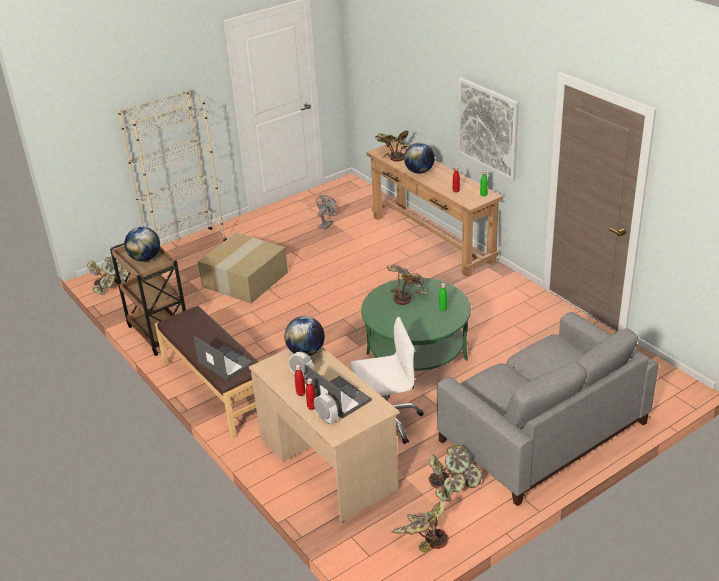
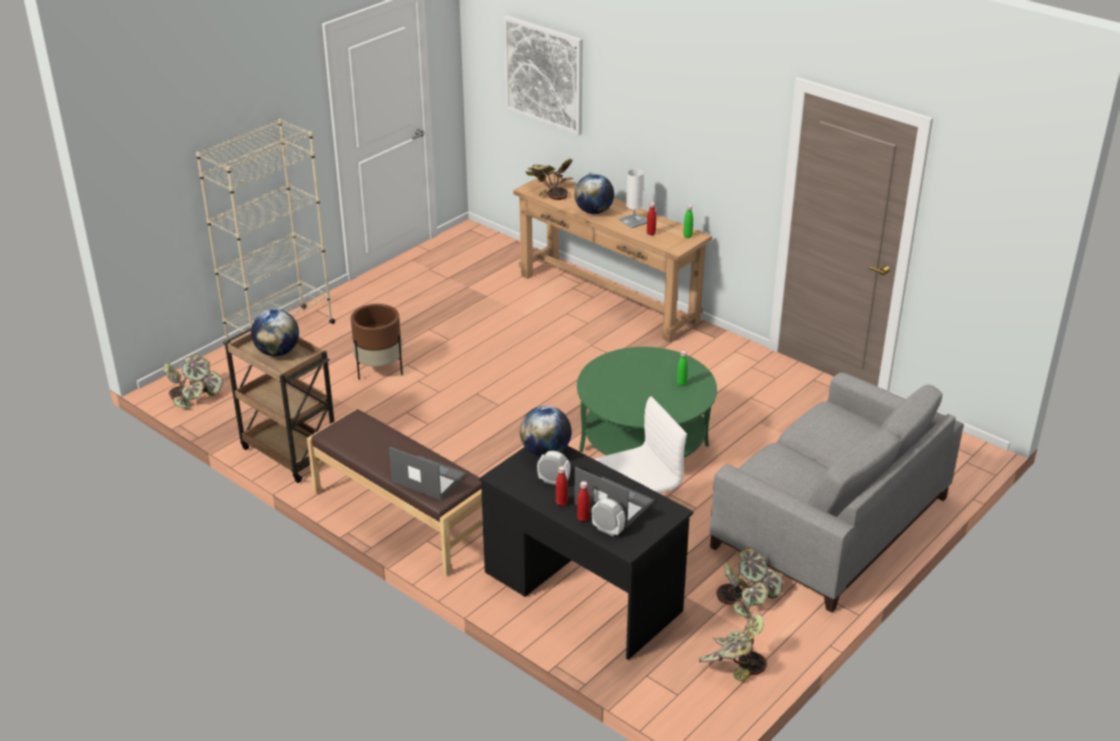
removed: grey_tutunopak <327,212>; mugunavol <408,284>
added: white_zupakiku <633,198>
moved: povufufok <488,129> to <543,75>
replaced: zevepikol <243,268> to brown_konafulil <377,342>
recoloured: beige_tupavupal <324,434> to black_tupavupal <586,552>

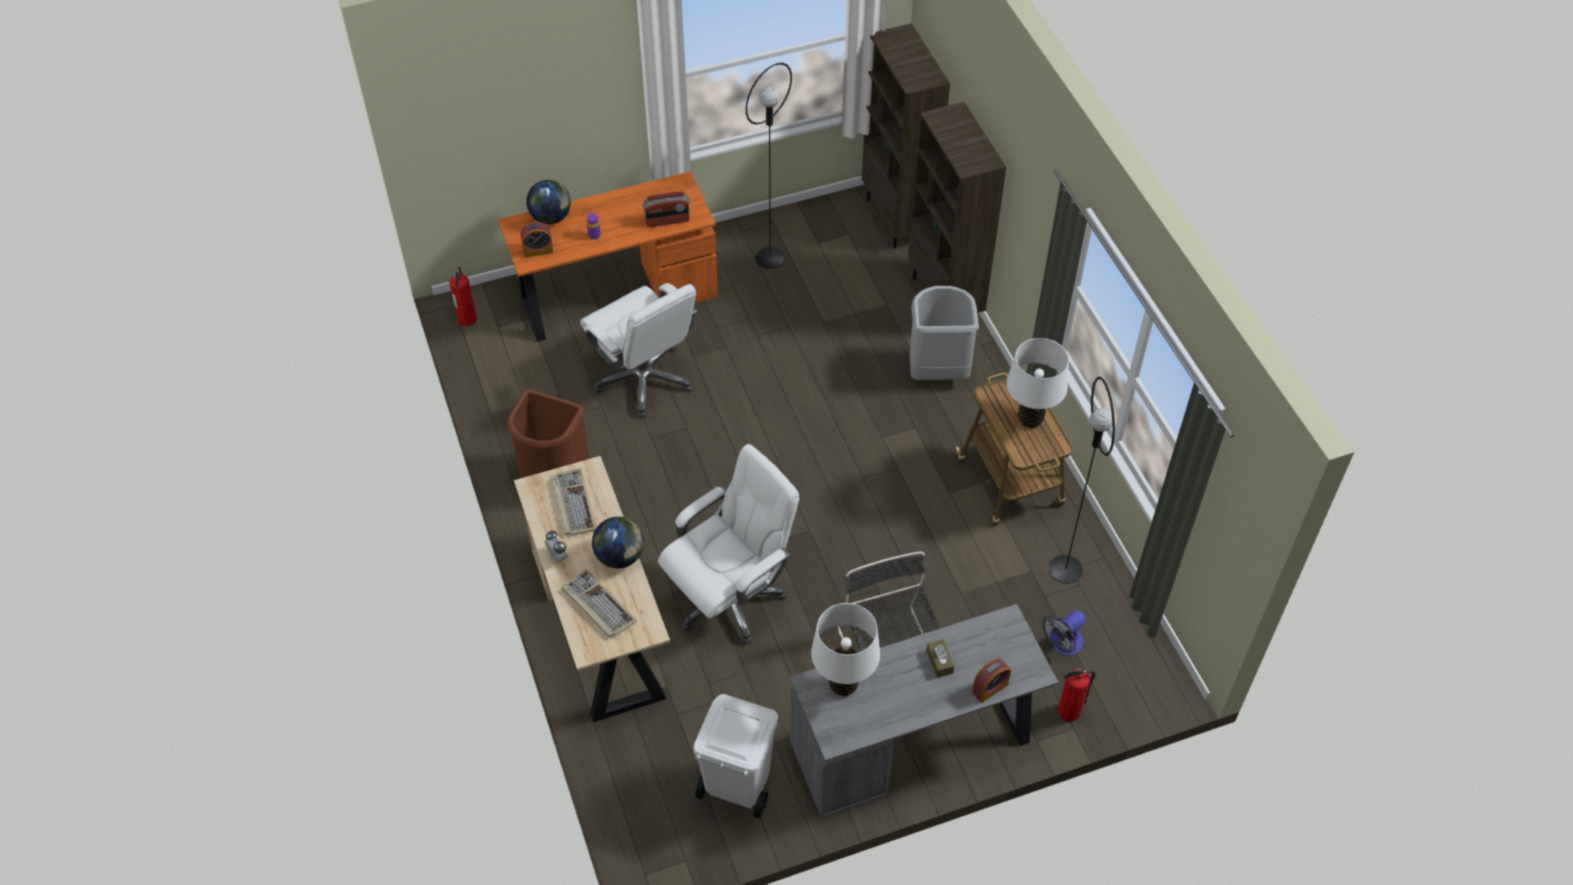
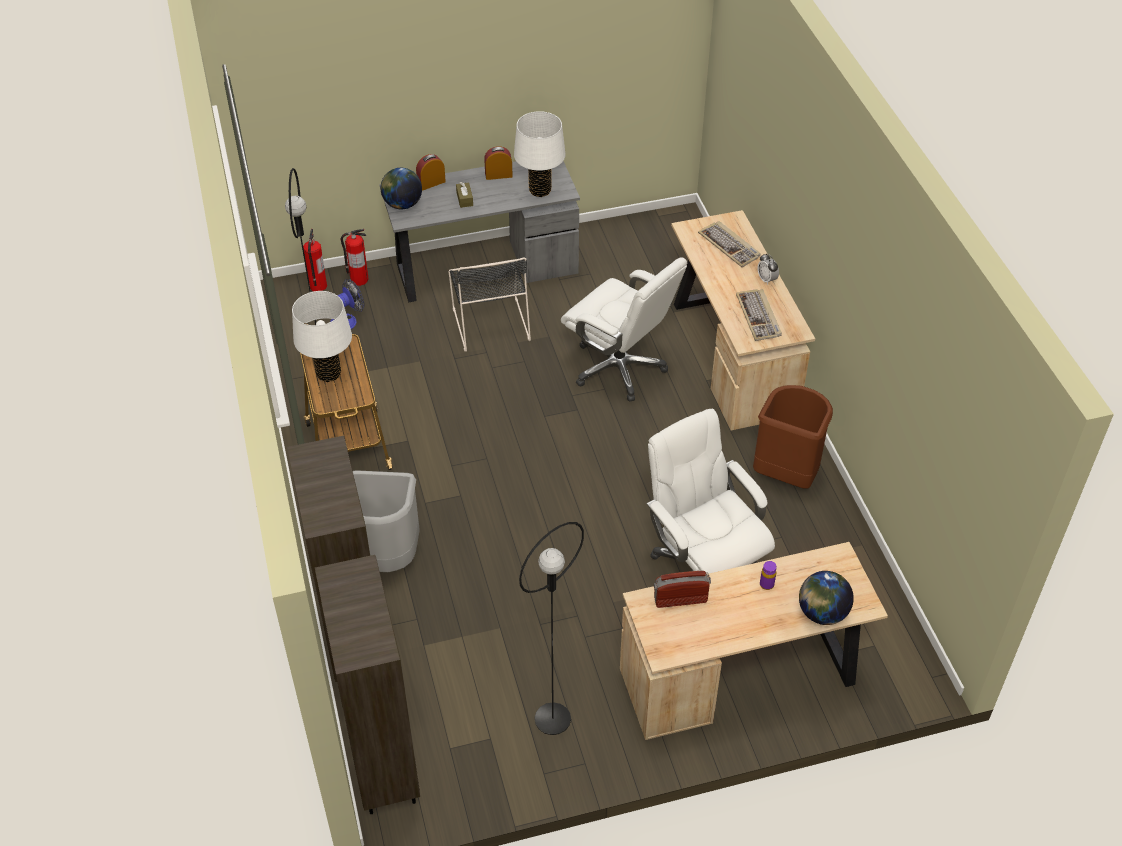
removed: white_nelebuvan <735,756>
moved: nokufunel <537,240> to <498,163>; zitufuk <463,297> to <315,260>; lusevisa <618,542> to <401,188>
recoloured: orange_tupavupal <608,256> to beige_tupavupal <754,641>
turned: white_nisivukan <728,544> = <624,329> 105 degrees counterclockwise

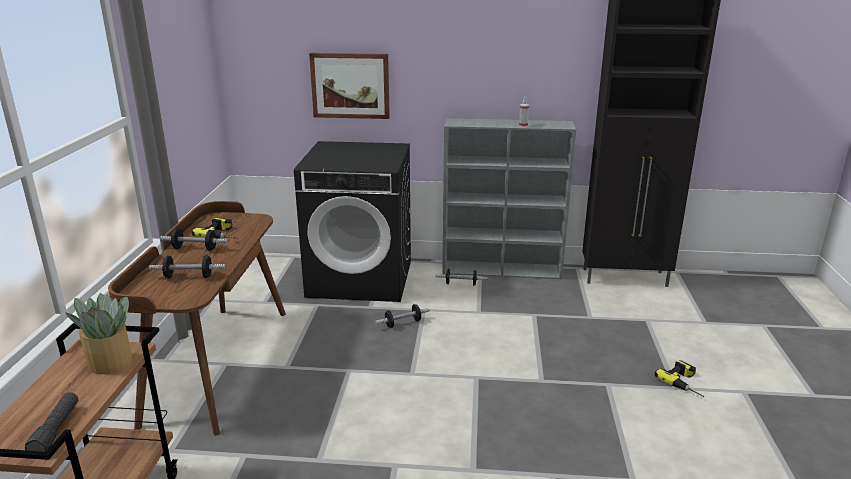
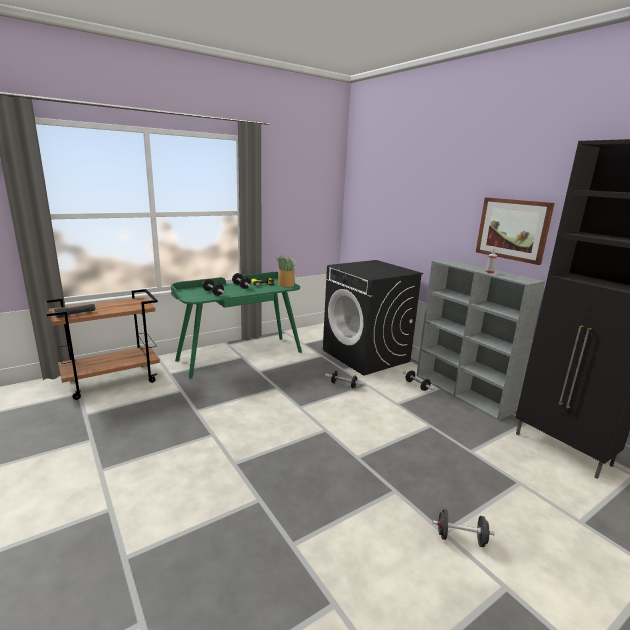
moved: povufufok <349,86> to <515,231>; mugunavol <99,333> to <286,271>
replaced: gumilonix <679,378> to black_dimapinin <463,528>
recoloured: brown_tupavupal <197,318> to green_tupavupal <236,325>

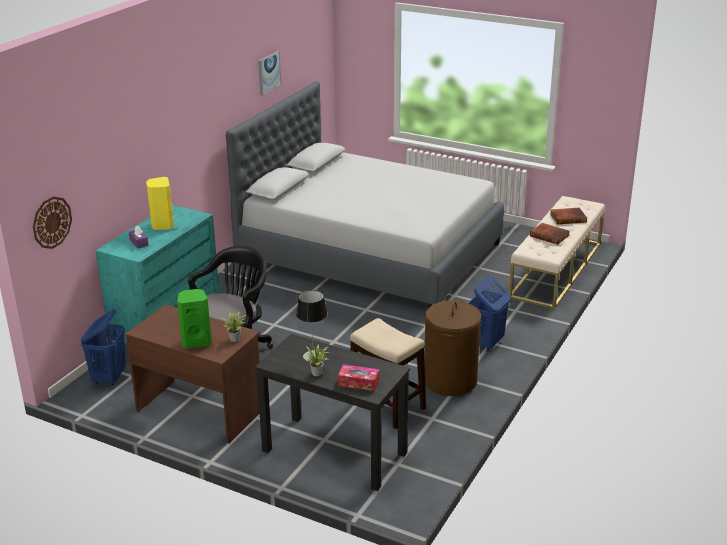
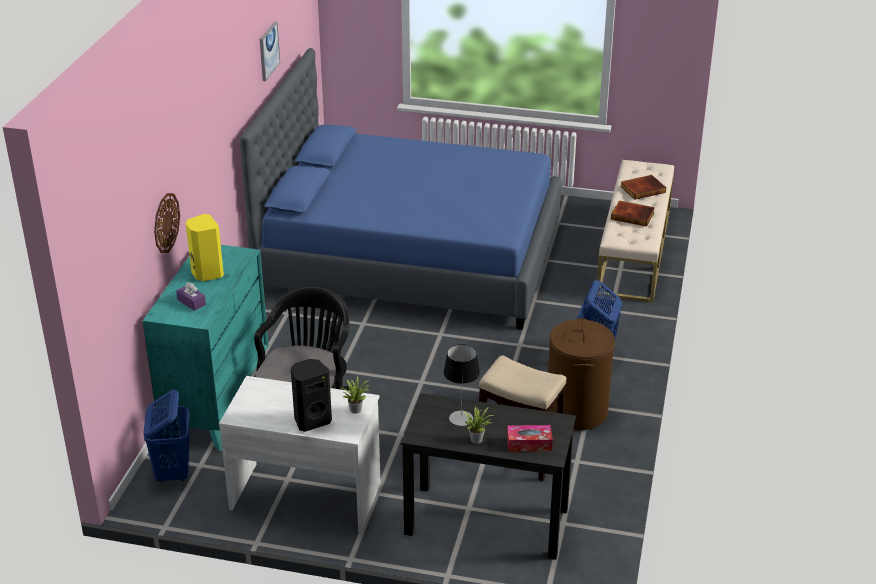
moved: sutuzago <52,222> to <167,223>
recoloured: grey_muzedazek <365,194> to blue_muzedazek <400,189>; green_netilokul <194,319> to black_netilokul <311,395>; brown_tupavupal <192,373> to white_tupavupal <300,454>

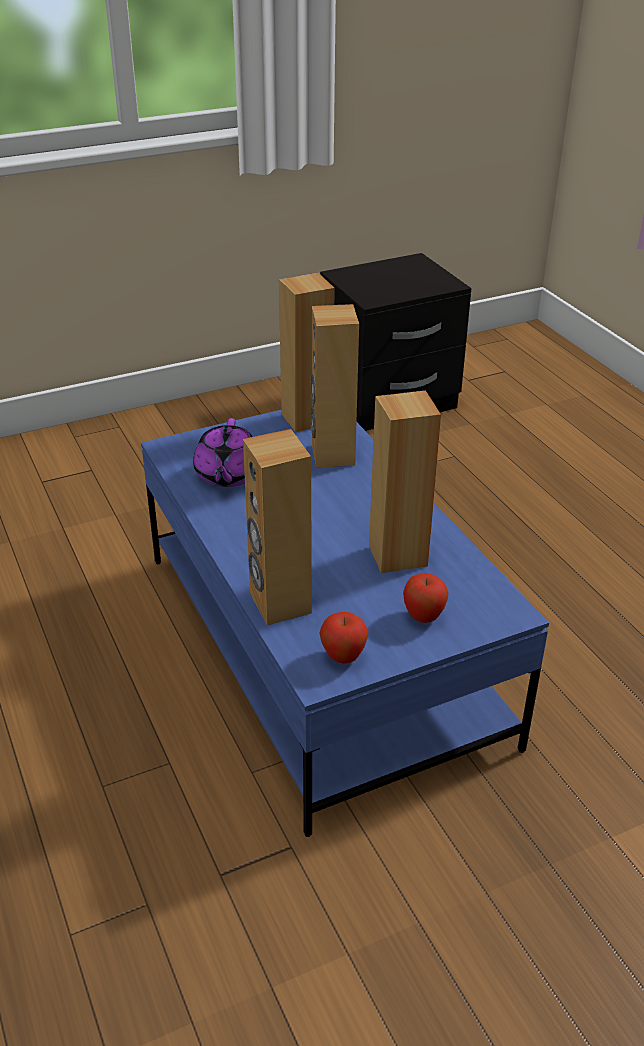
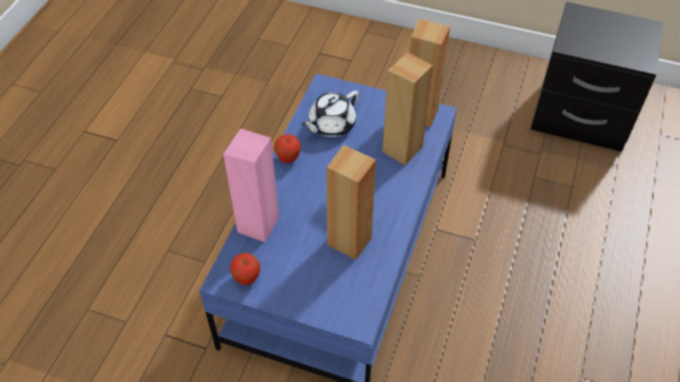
moved: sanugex <426,598> to <287,148>
recoloured: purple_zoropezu <223,452> to white_zoropezu <330,114>; brown_netilokul <277,527> to pink_netilokul <251,185>

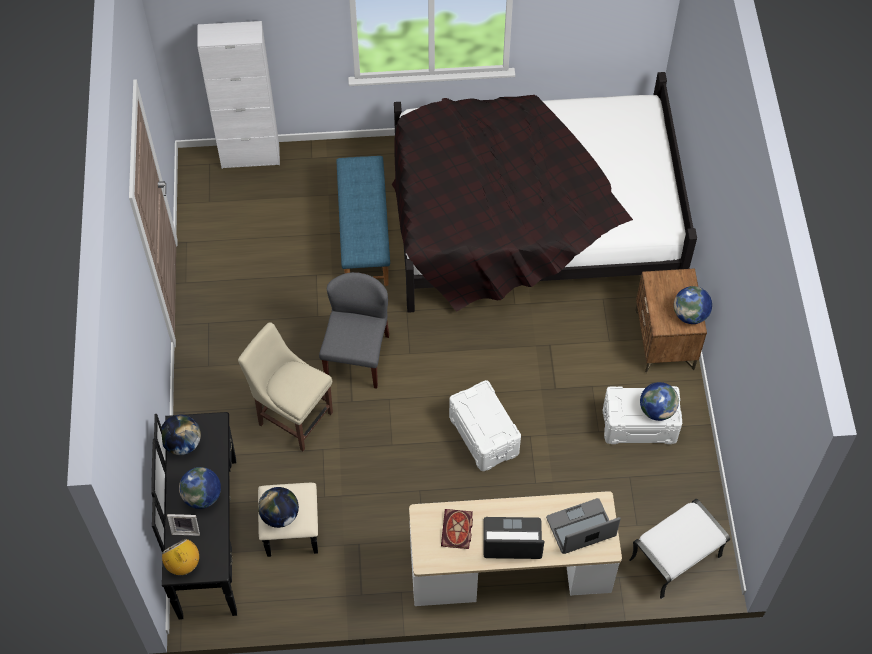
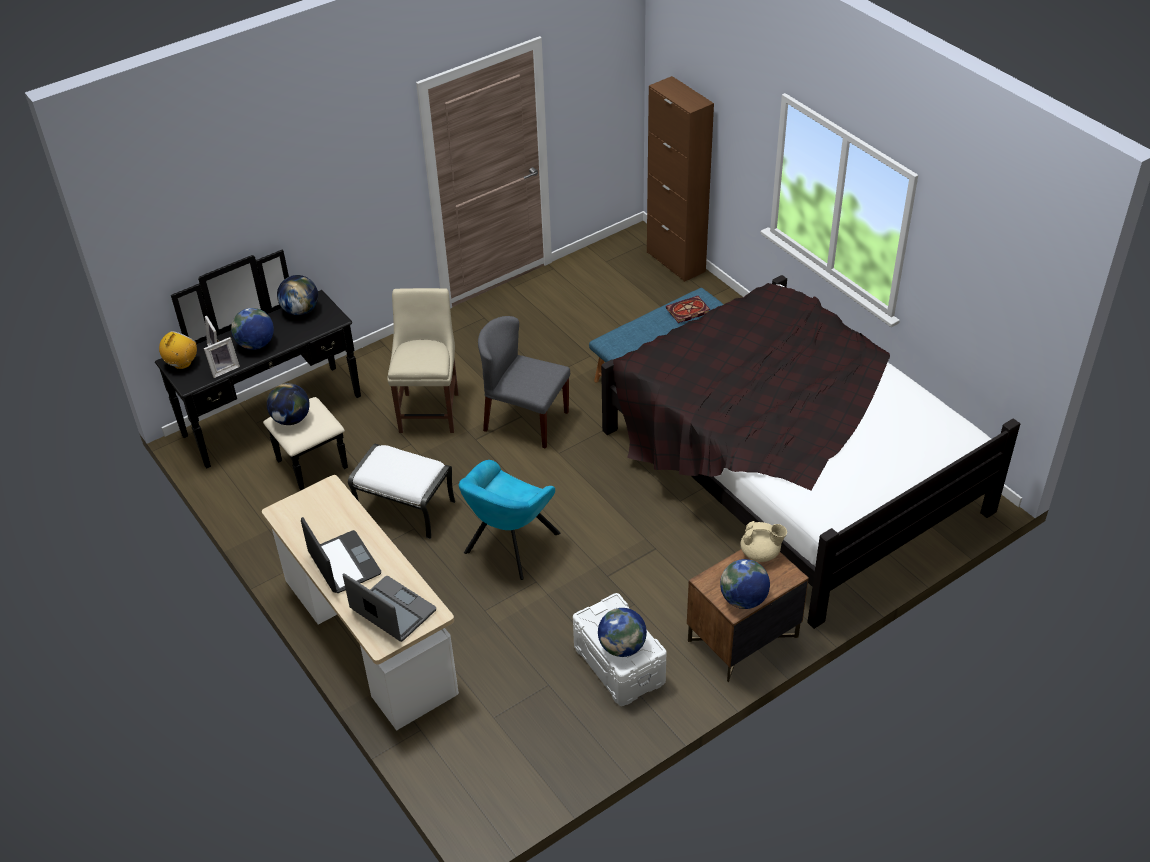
added: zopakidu <222,357>; beige_zoropezu <764,541>
moved: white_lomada <679,549> to <401,491>; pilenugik <457,529> to <688,309>
replaced: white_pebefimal <485,425> to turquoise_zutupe <510,520>
recoloured: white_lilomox <238,95> to brown_lilomox <680,179>
turned: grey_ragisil <354,330> = <524,382> 135 degrees counterclockwise

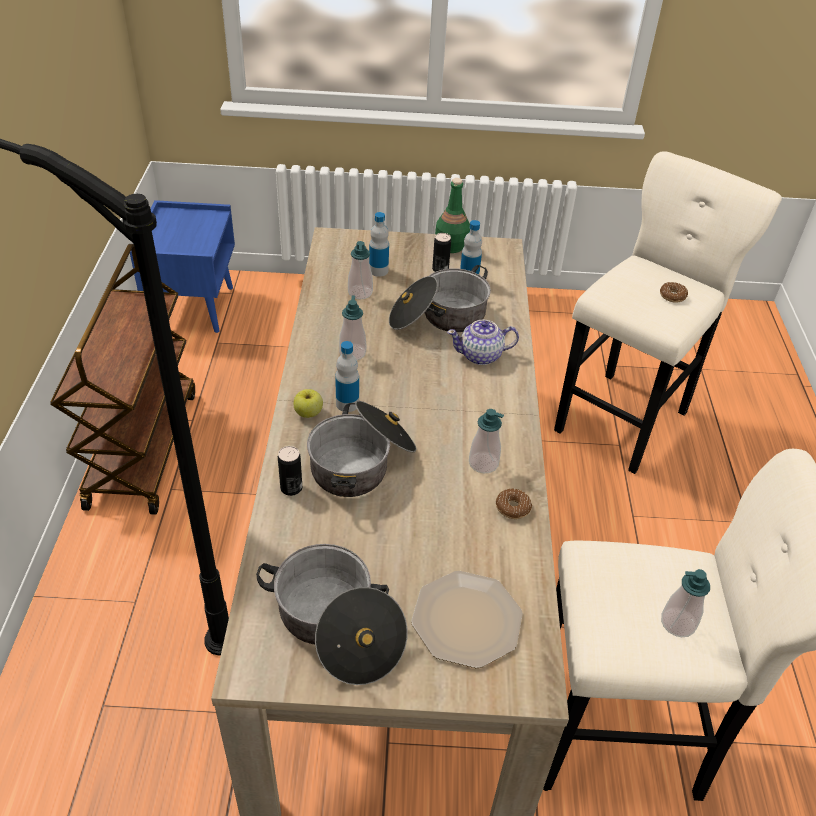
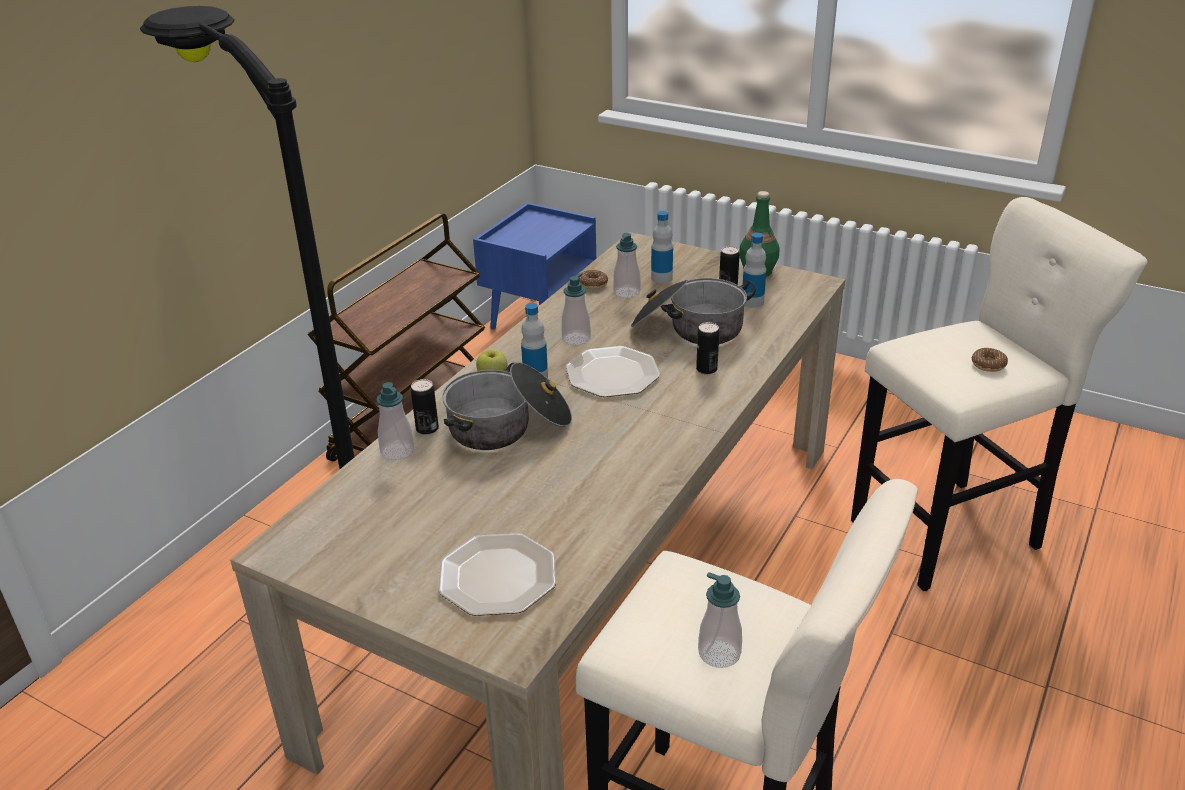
removed: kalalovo <332,614>
added: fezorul <613,371>
moved: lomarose <486,441> to <395,421>; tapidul <514,504> to <593,280>
replaced: zoropezu <483,342> to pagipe <707,348>

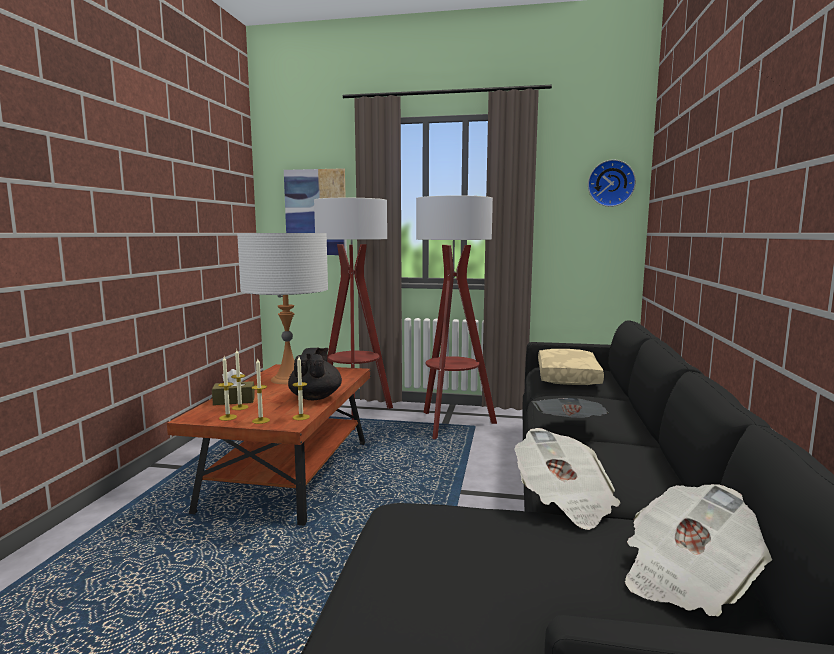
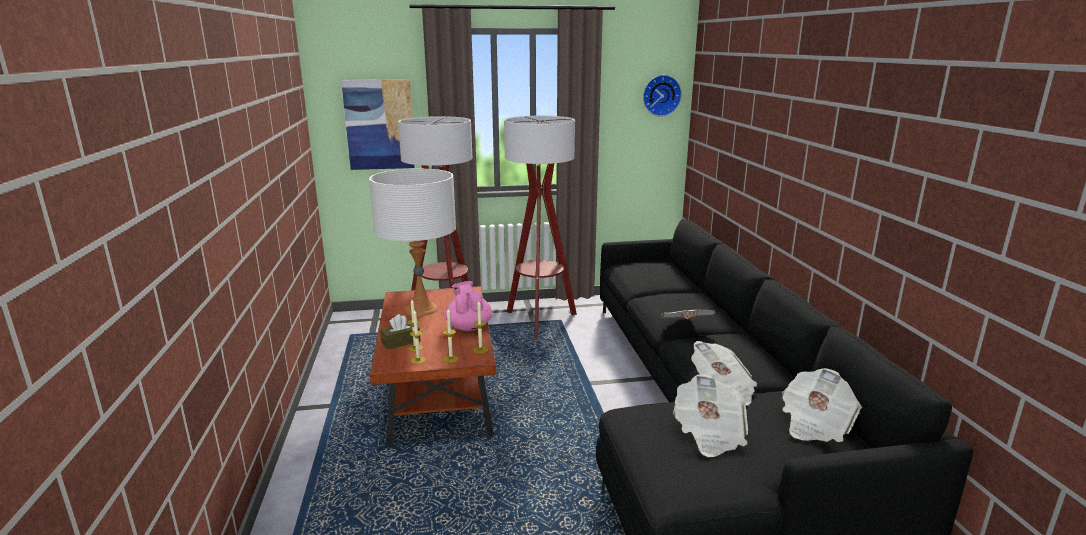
removed: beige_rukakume <571,367>
added: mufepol <710,415>
recoloured: black_zoropezu <315,374> to pink_zoropezu <468,306>

